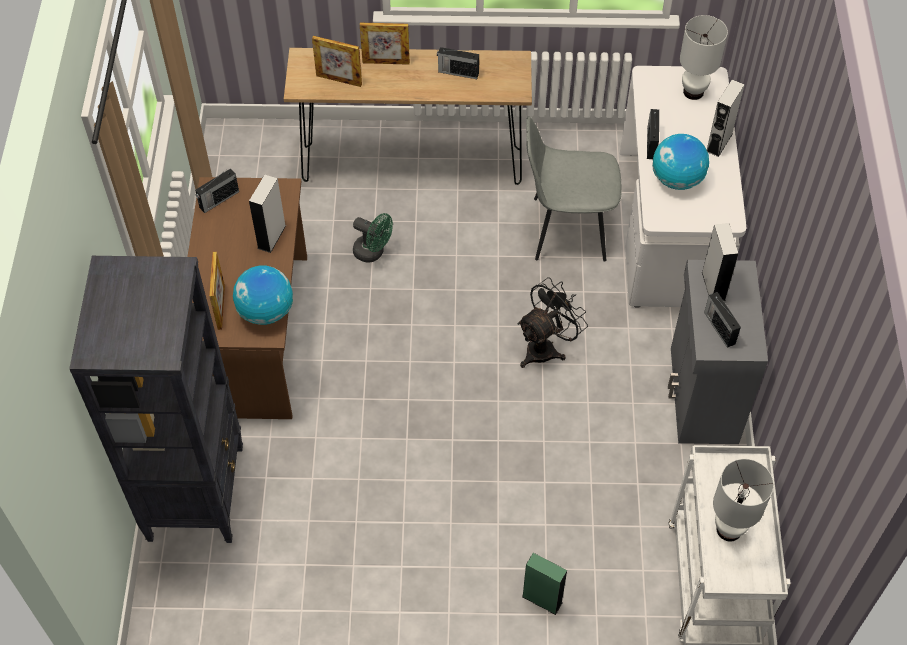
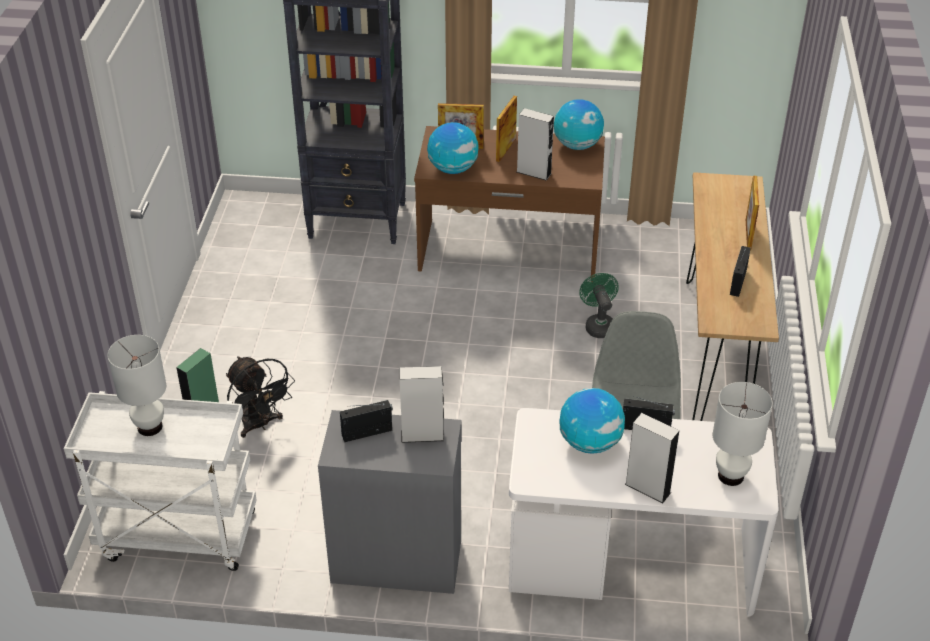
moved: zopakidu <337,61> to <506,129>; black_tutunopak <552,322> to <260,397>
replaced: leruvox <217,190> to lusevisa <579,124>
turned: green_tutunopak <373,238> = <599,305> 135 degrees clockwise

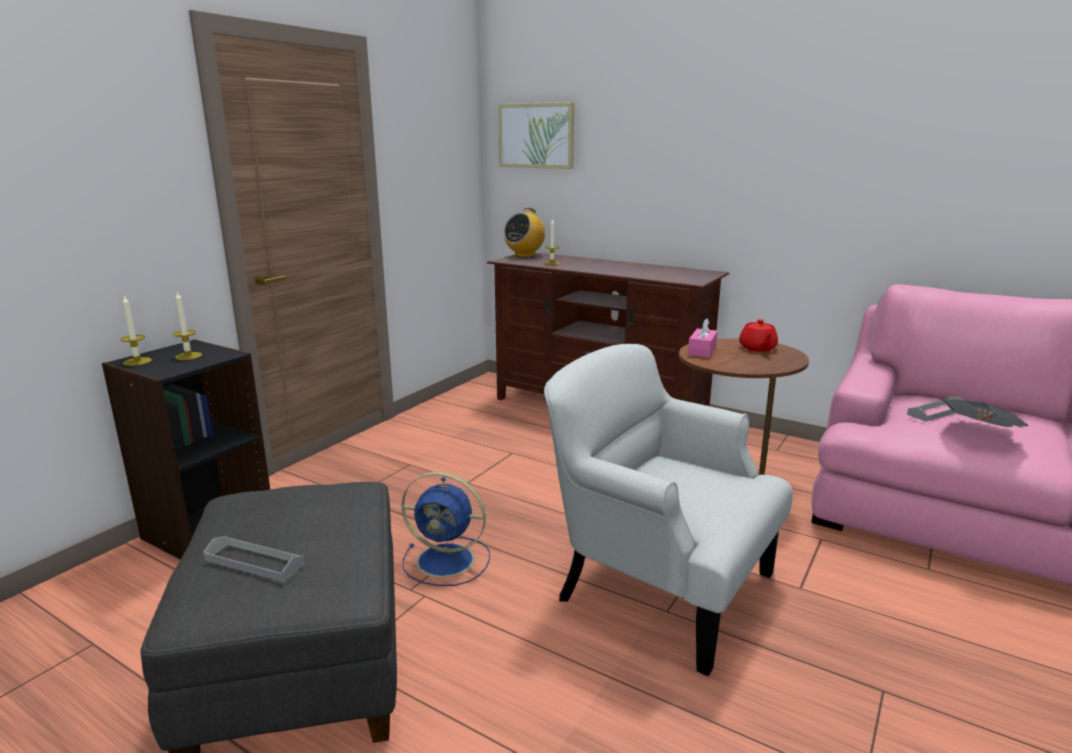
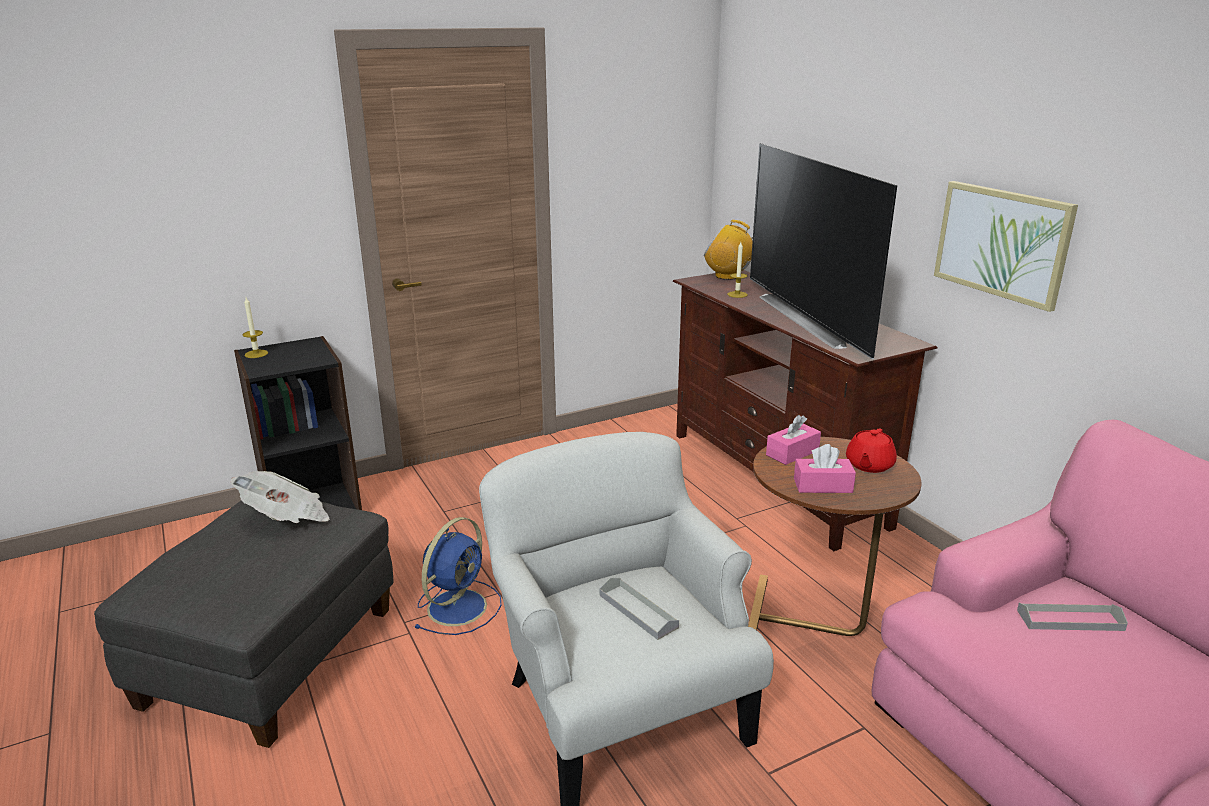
removed: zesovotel <187,326>
added: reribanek <823,251>; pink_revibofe <825,468>
moved: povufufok <536,135> to <1006,246>; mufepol <984,413> to <280,497>; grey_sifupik <254,559> to <639,609>
turned: leruvox <524,232> = <728,250> 45 degrees clockwise; blue_tutunopak <445,529> = <457,576> 105 degrees counterclockwise

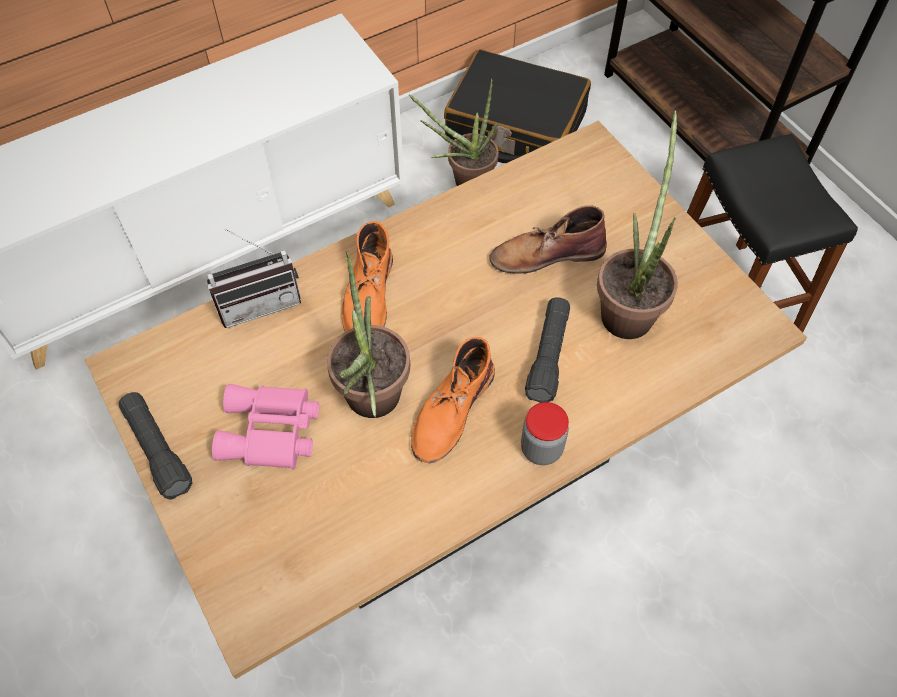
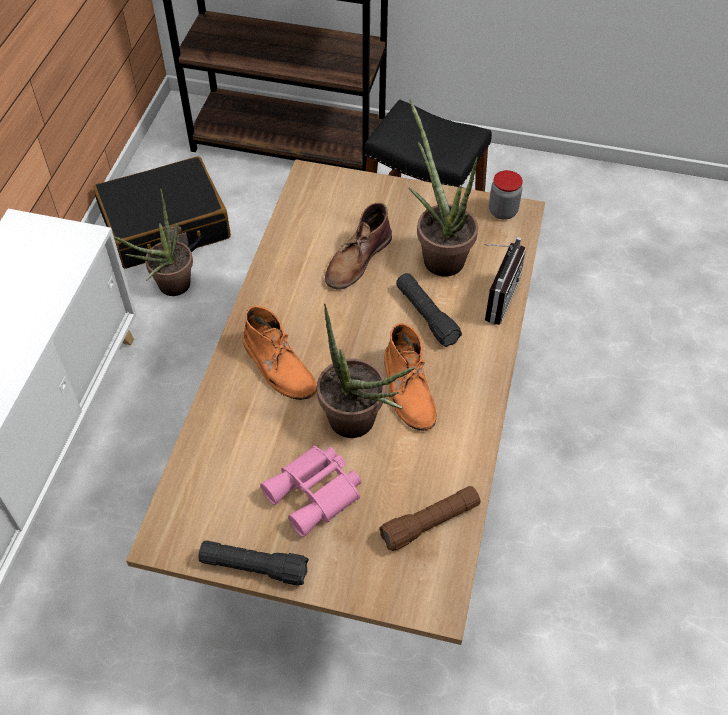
added: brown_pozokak <429,518>
moved: leruvox <254,278> to <504,281>; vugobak <545,433> to <506,195>

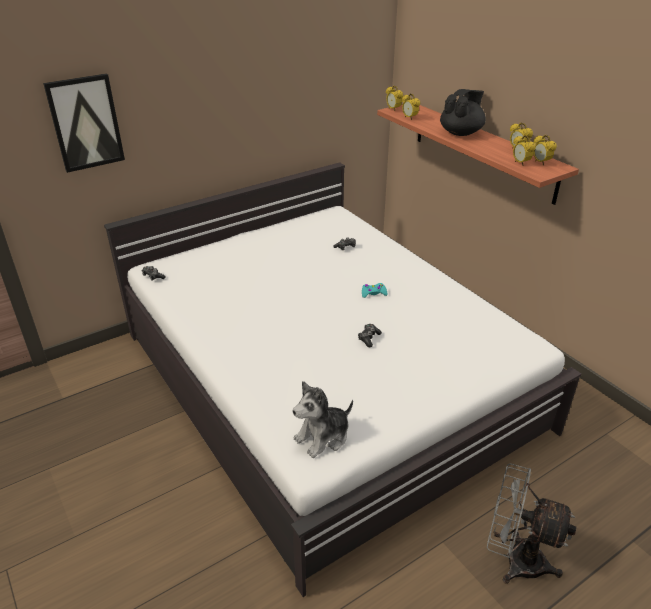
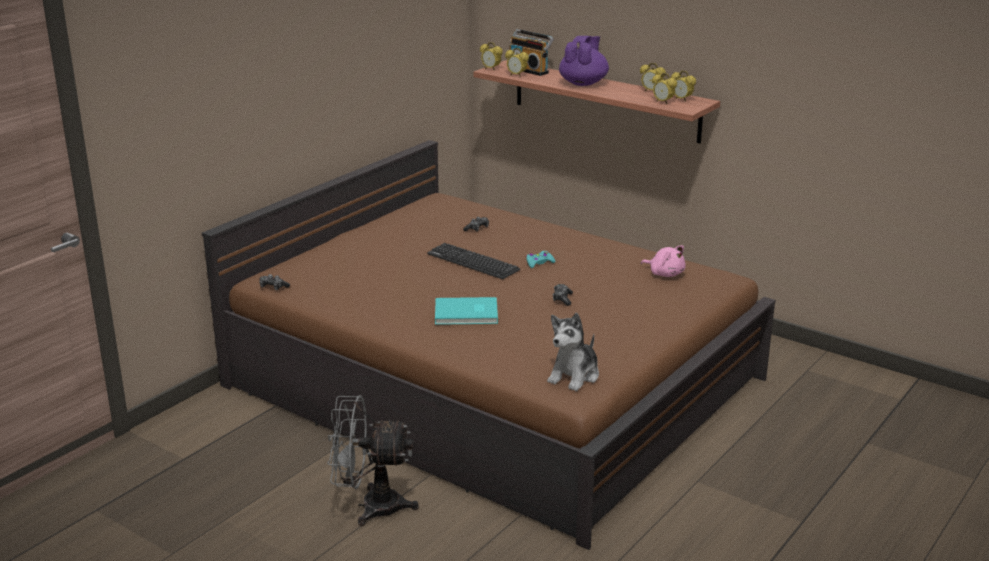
removed: povufufok <84,123>
added: leruvox <532,52>; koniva <473,261>; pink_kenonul <663,261>; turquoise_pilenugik <466,311>
moved: grey_tutunopak <531,523> to <373,460>
recoloured: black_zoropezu <463,112> to purple_zoropezu <584,61>; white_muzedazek <342,379> to brown_muzedazek <489,345>

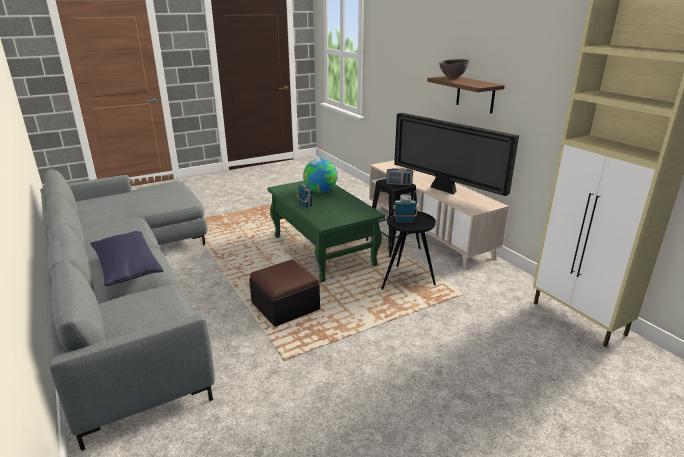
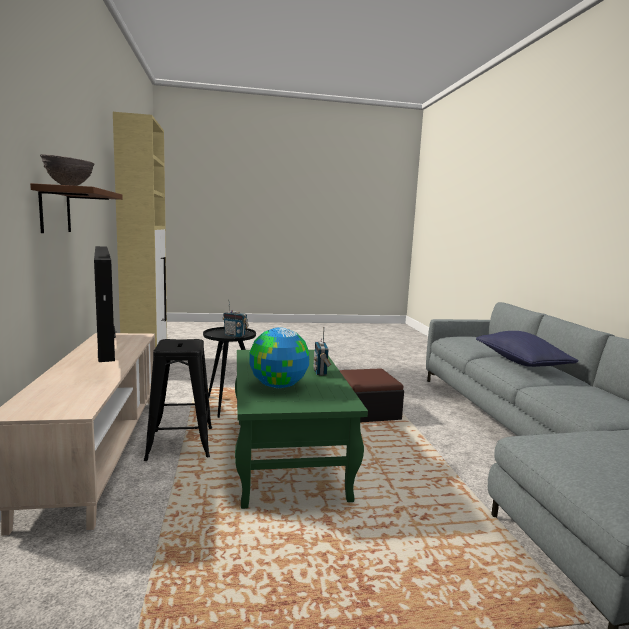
removed: leruvox <399,176>

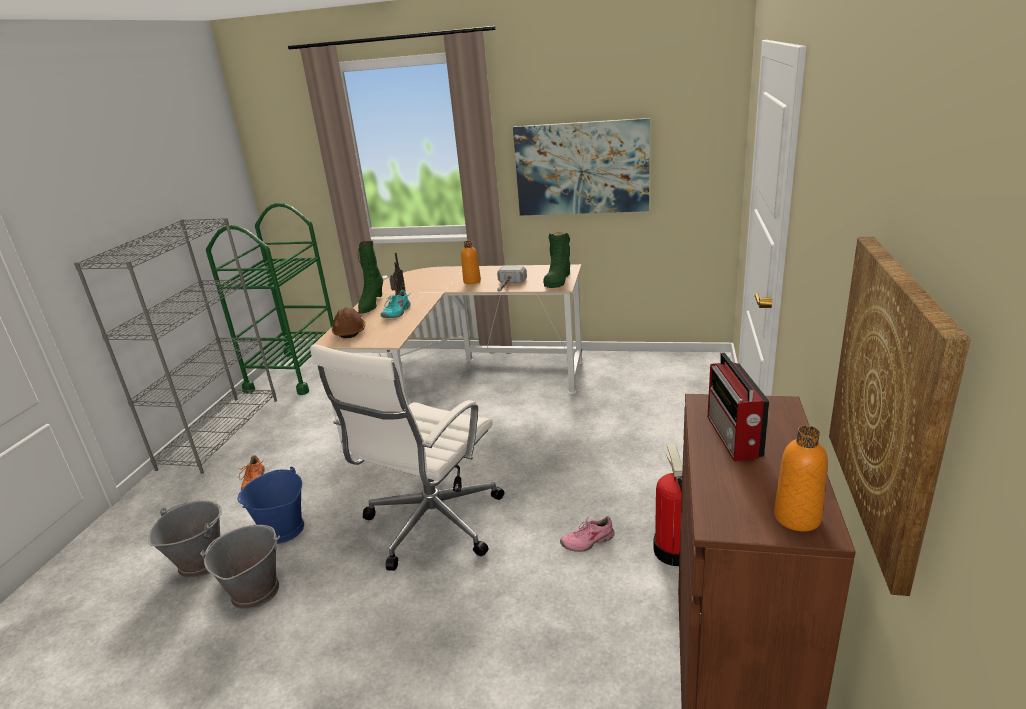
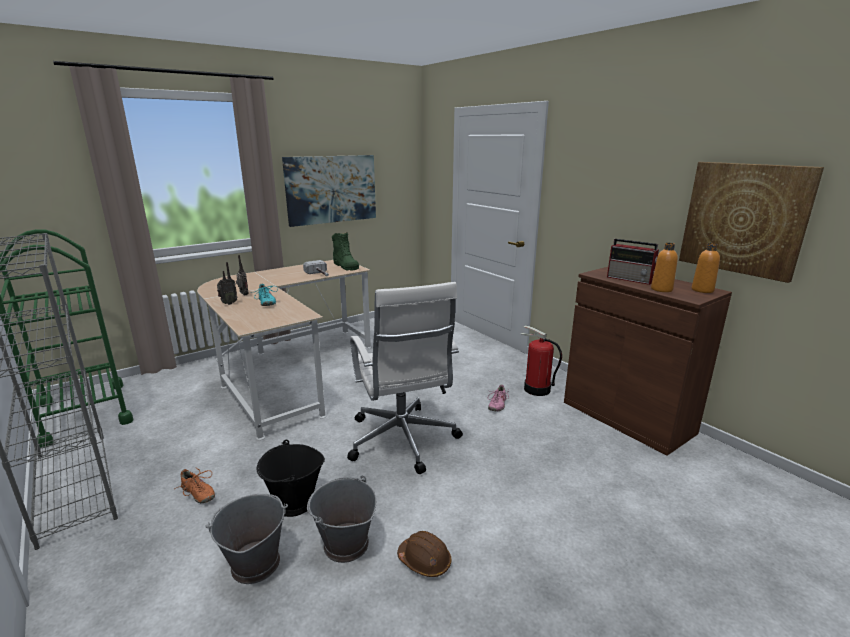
moved: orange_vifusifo <471,262> to <664,267>; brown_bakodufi <349,322> to <424,554>
replaced: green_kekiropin <370,277> to leruvox <227,283>
recoloured: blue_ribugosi <270,505> to black_ribugosi <291,478>

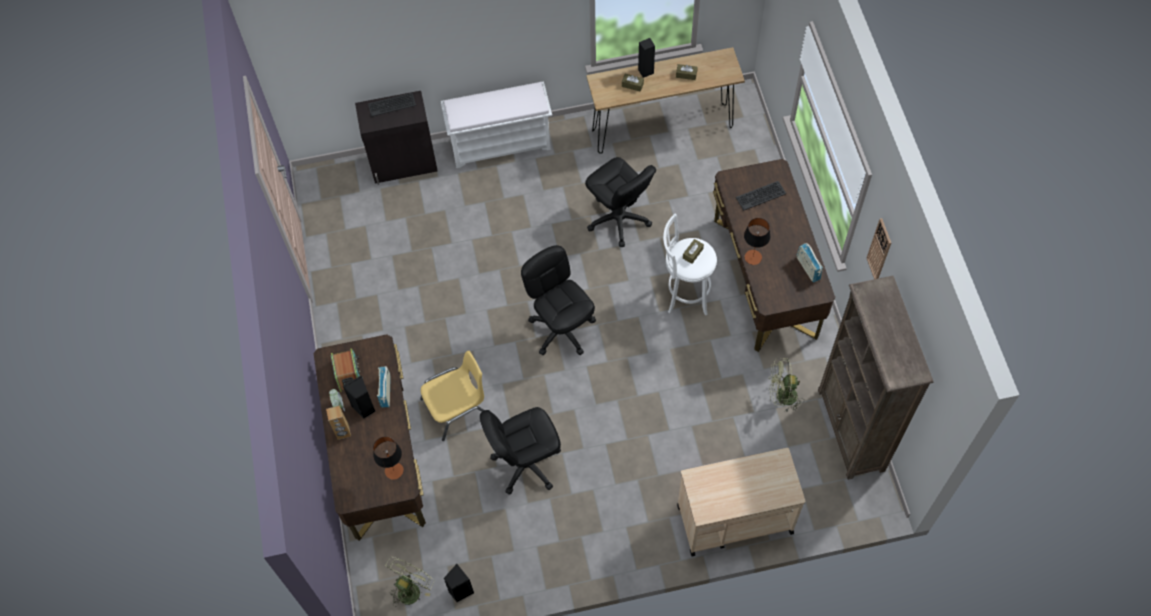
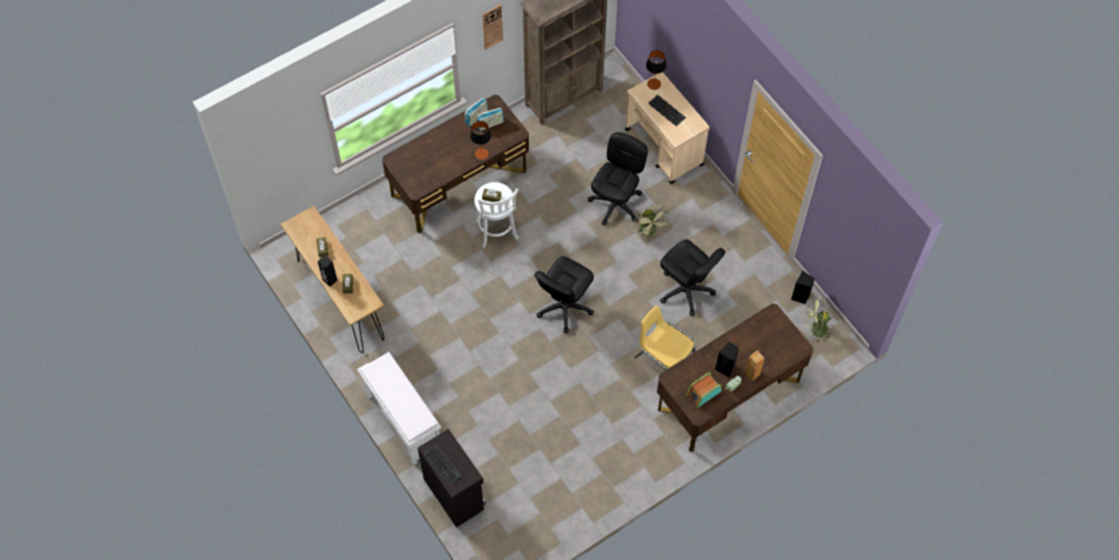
moved: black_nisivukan <620,202> to <618,179>; koniva <761,196> to <667,110>; green_tutunopak <786,385> to <651,222>; leruvox <384,387> to <490,119>; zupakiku <388,458> to <656,70>

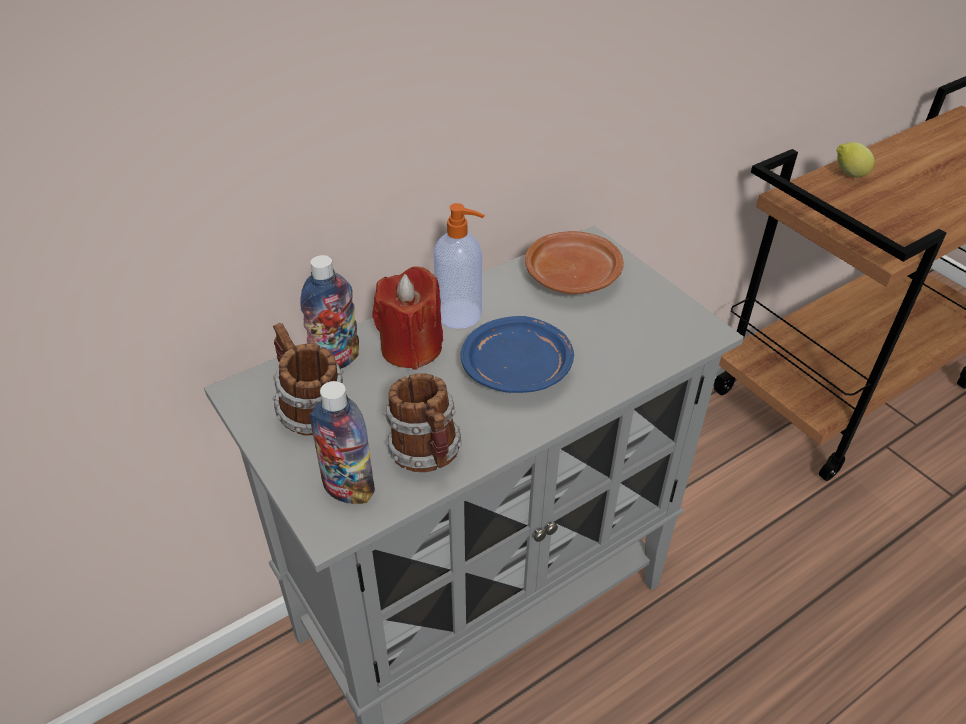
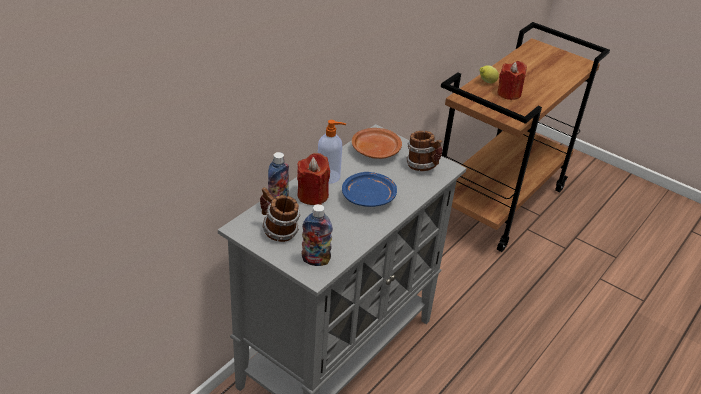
added: red_zesovotel <512,80>
moved: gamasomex <423,423> to <424,151>

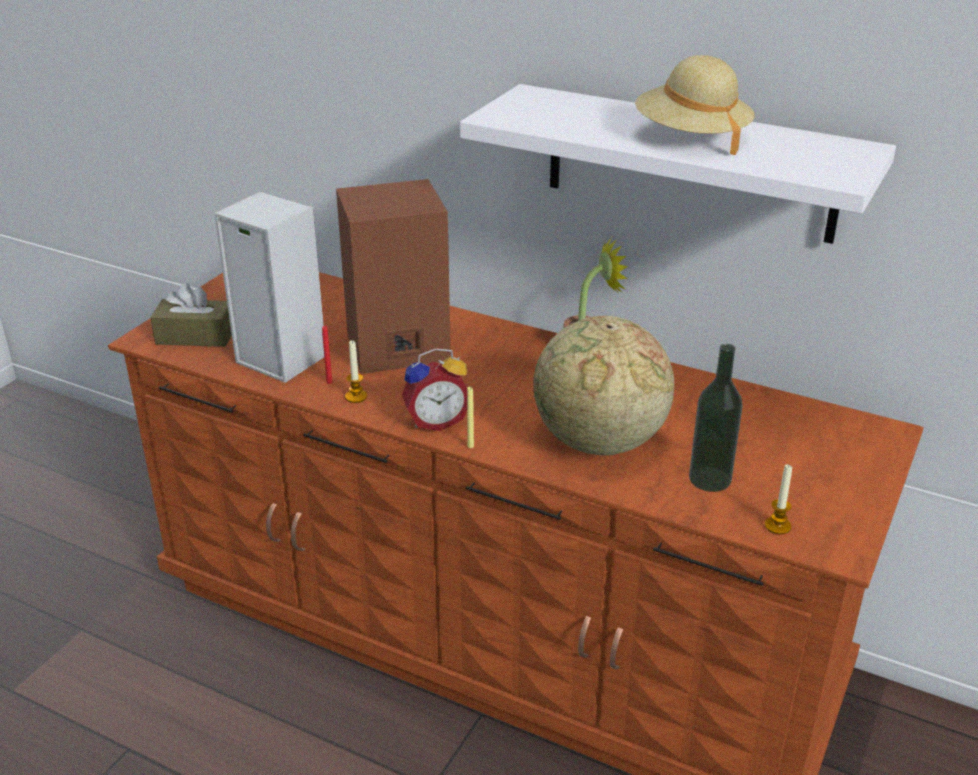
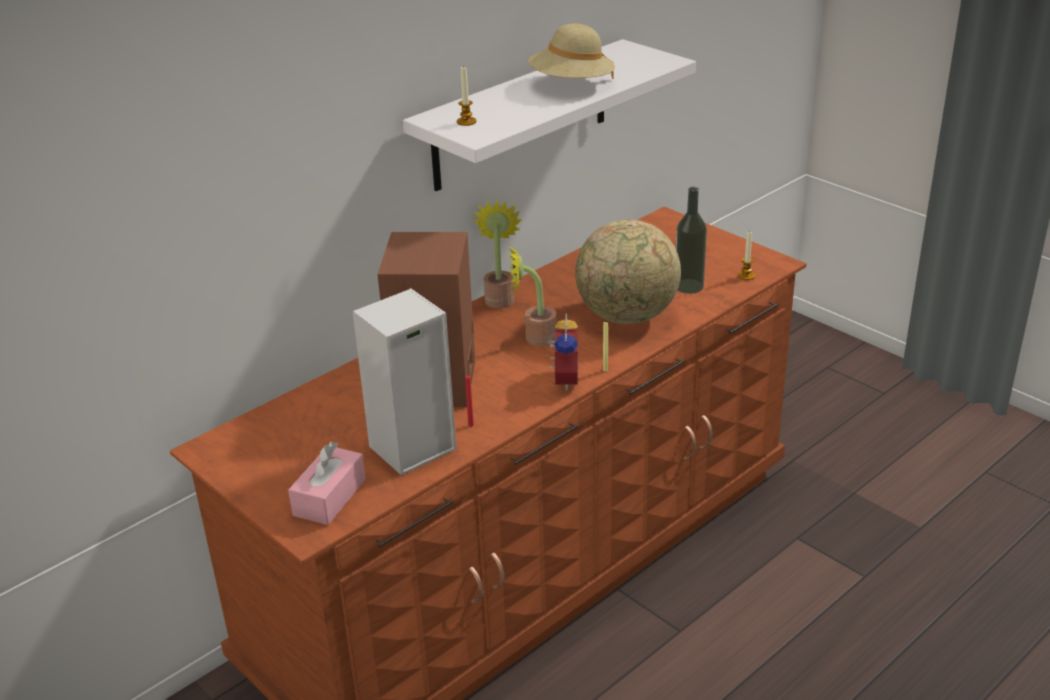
added: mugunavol <532,296>
moved: zesovotel <356,371> to <466,95>
recoloured: brown_revibofe <191,315> to pink_revibofe <327,483>

